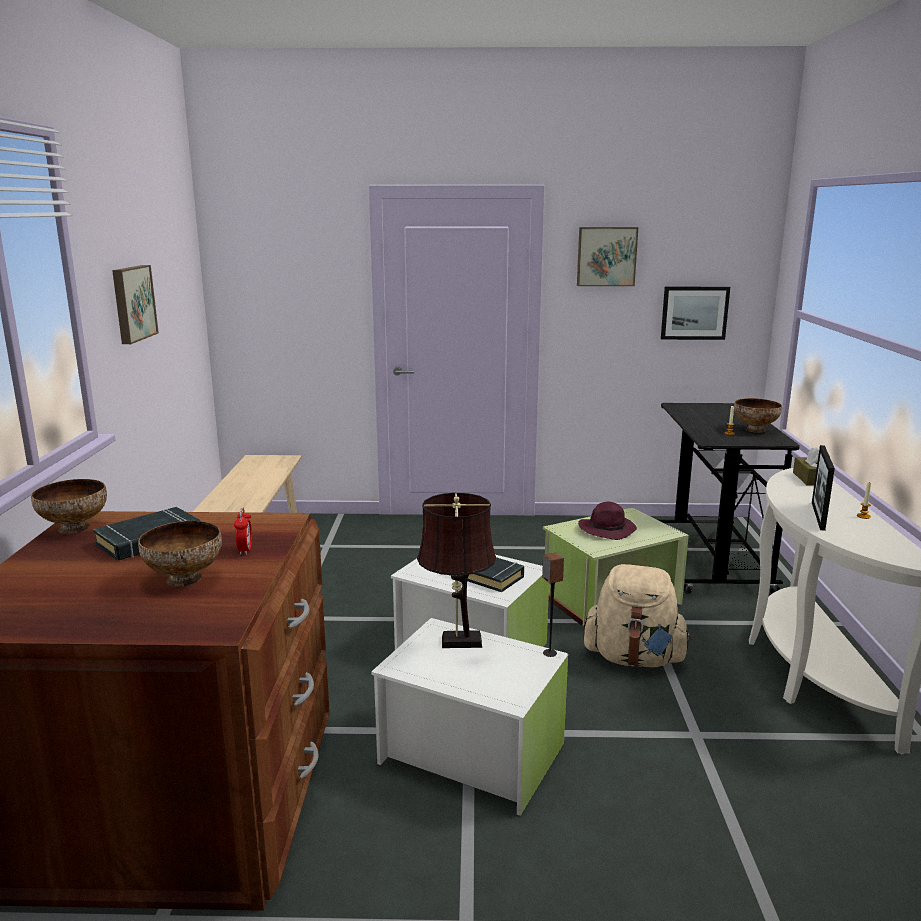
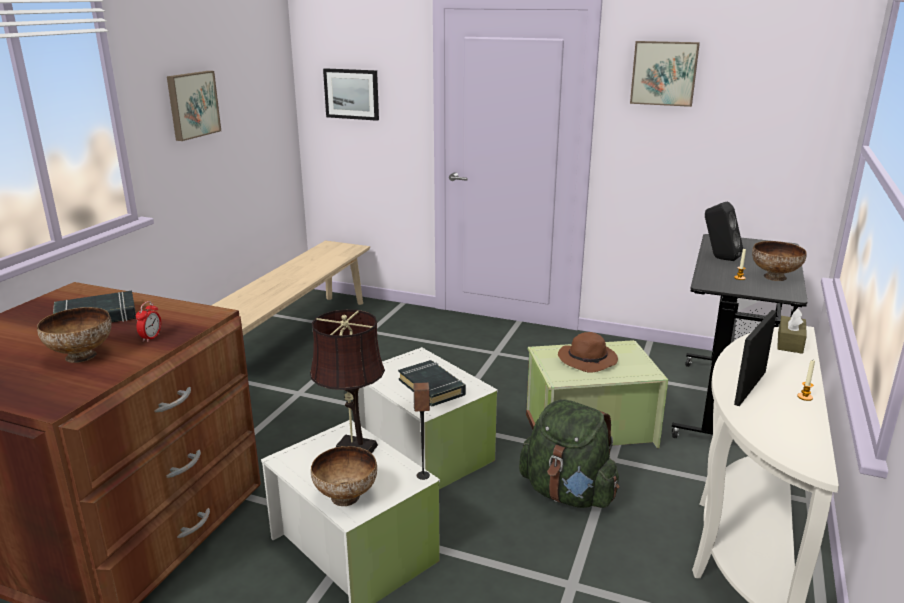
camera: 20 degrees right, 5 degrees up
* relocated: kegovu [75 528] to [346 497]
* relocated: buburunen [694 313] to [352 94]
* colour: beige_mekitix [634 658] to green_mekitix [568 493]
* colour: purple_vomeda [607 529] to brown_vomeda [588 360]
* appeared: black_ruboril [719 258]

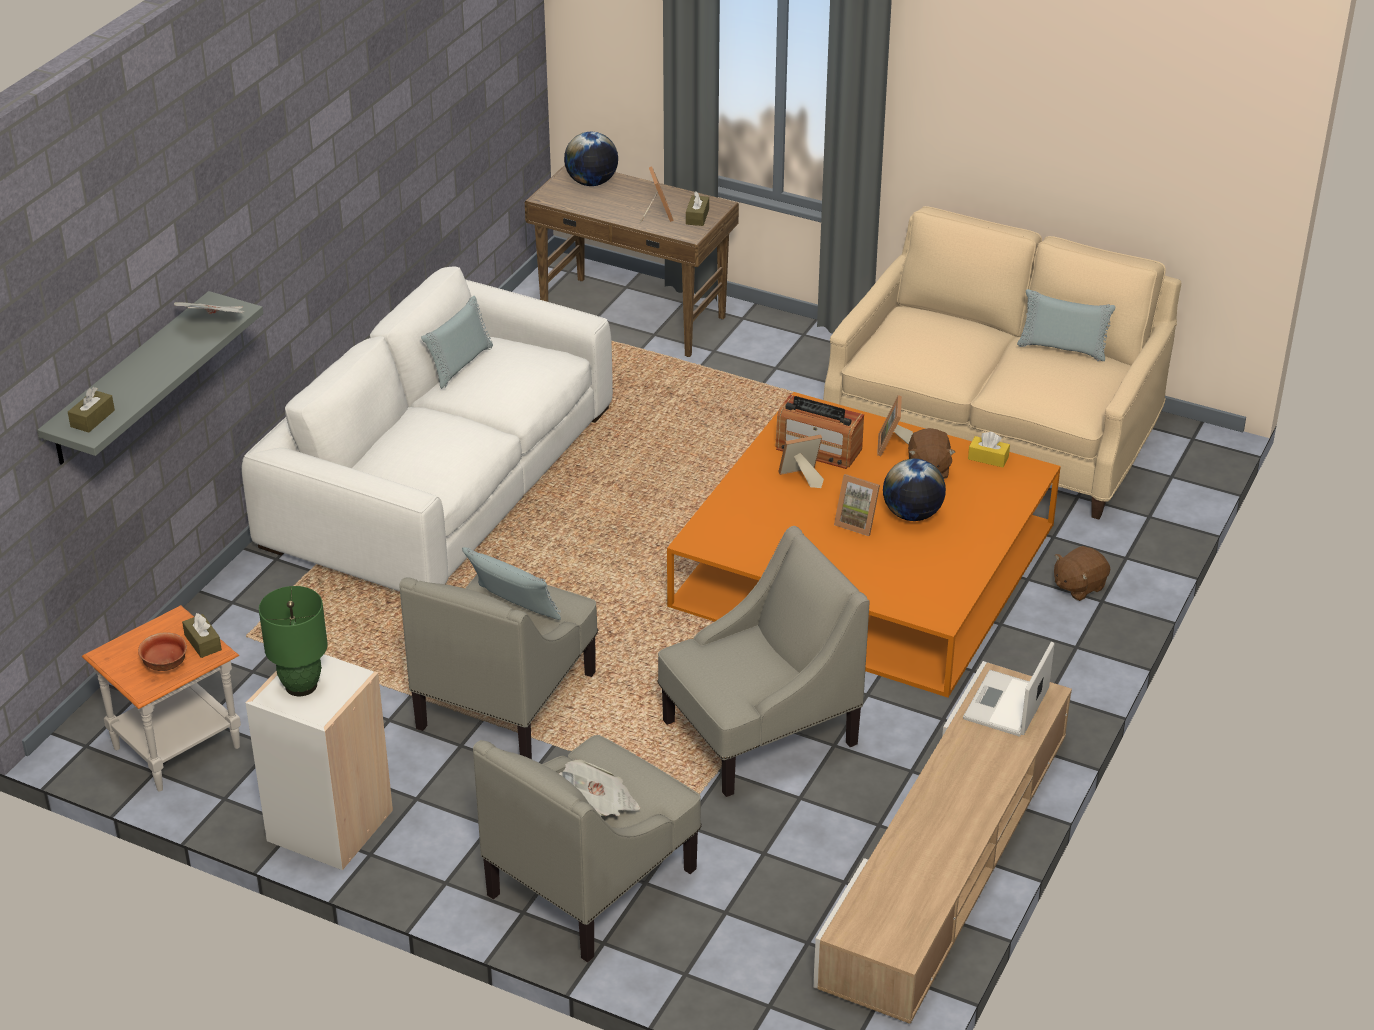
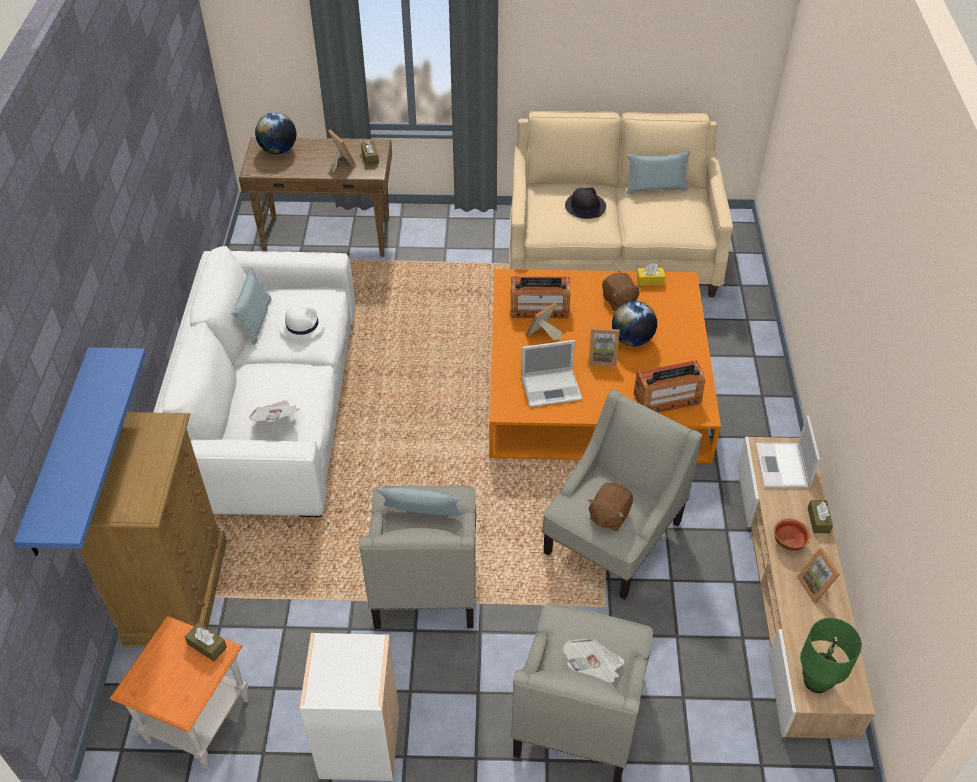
camera: 25 degrees left, 10 degrees up
* colour: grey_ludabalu [130 379] to blue_ludabalu [60 452]
* appeared: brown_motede [177 591]
* relocated: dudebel [215 323] to [276 420]
* appeared: white_vomeda [302 324]
* appeared: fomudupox [552 387]
* appeared: black_vomeda [585 206]
* relocated: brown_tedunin [1078 586] to [608 515]
* appeared: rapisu [667 398]
* relocated: kegovu [166 664] to [789 542]
* relocated: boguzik [893 446] to [816 586]
* relocated: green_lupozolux [301 685] to [816 681]
* relocated: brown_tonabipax [92 418] to [818 520]

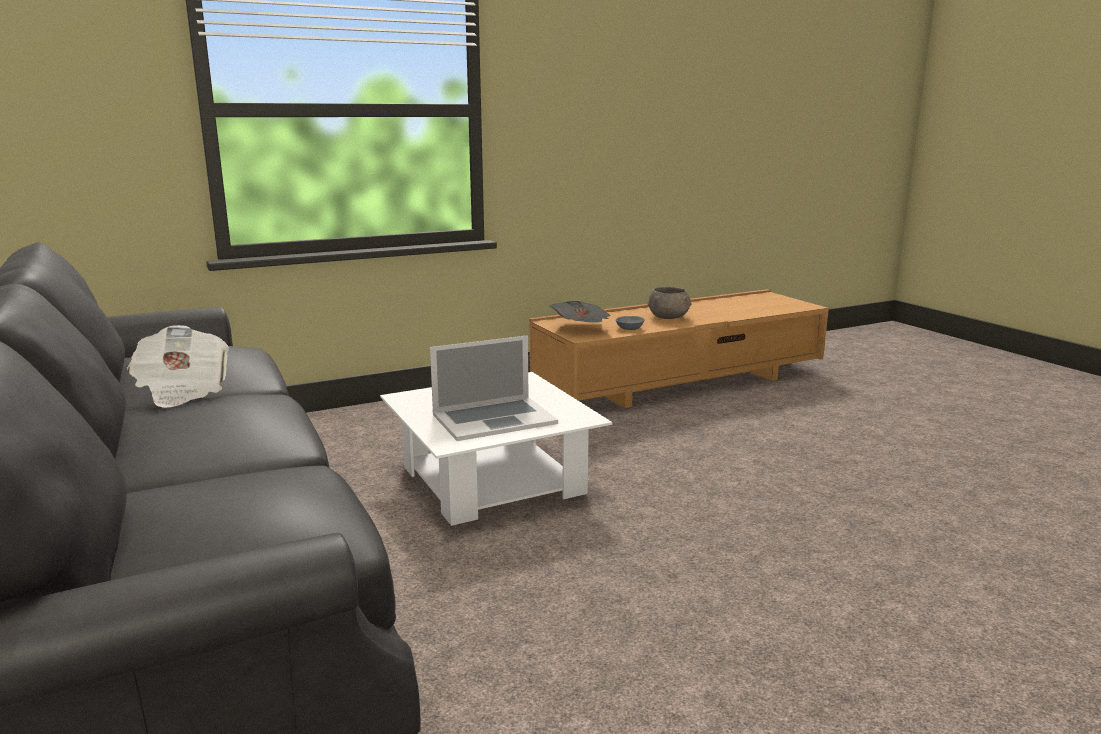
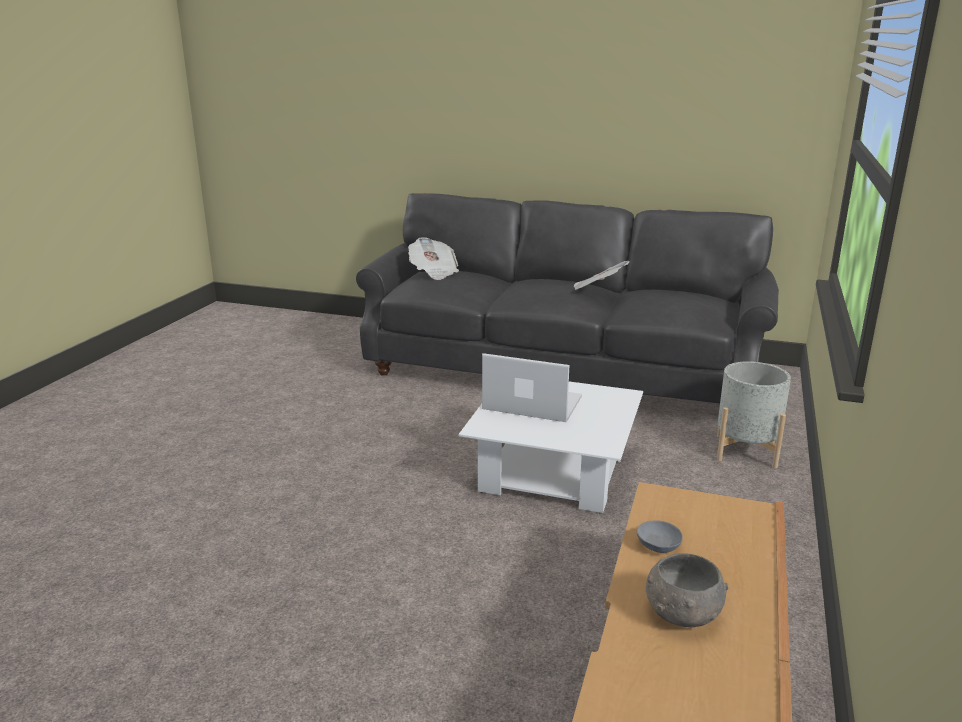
camera: 135 degrees right, 5 degrees up
* relocated: dudebel [581 329] to [433 272]
* spun: fomudupox [494 419] = [532 403] 90 degrees clockwise
* appeared: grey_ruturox [746 451]

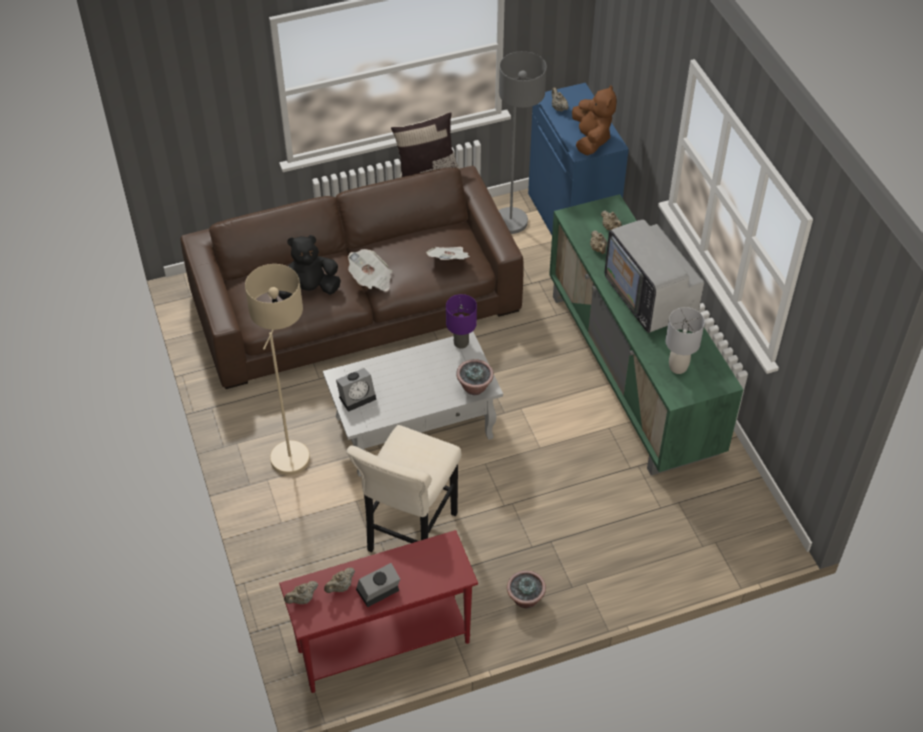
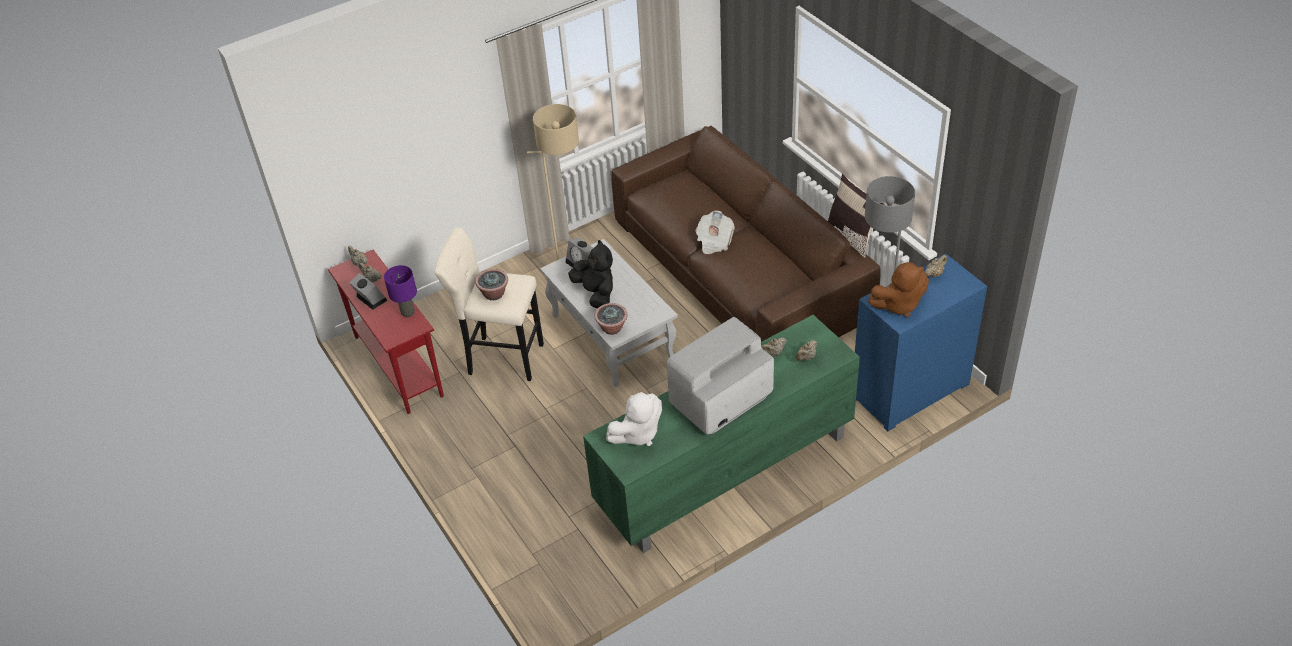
camera: 80 degrees right, 5 degrees down
* relocated: purple_lupozolux [460 343] to [408 312]
* relocated: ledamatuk [525 599] to [494 294]
* relocated: black_tedunin [310 290] to [596 293]
* exchanged: grey_lupozolux [678 368] to white_tedunin [637 434]
* missing: dudebel [449 261]

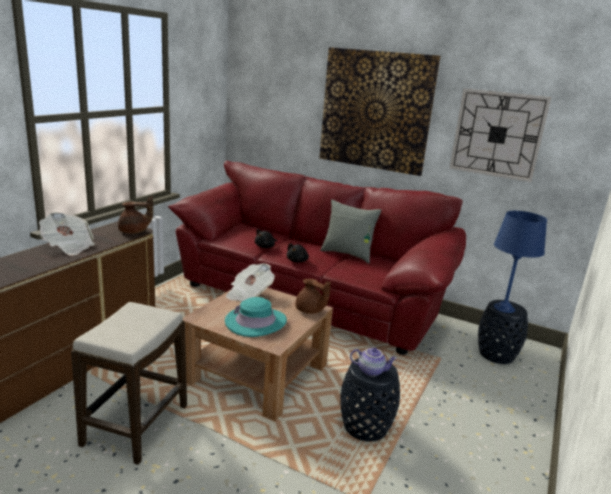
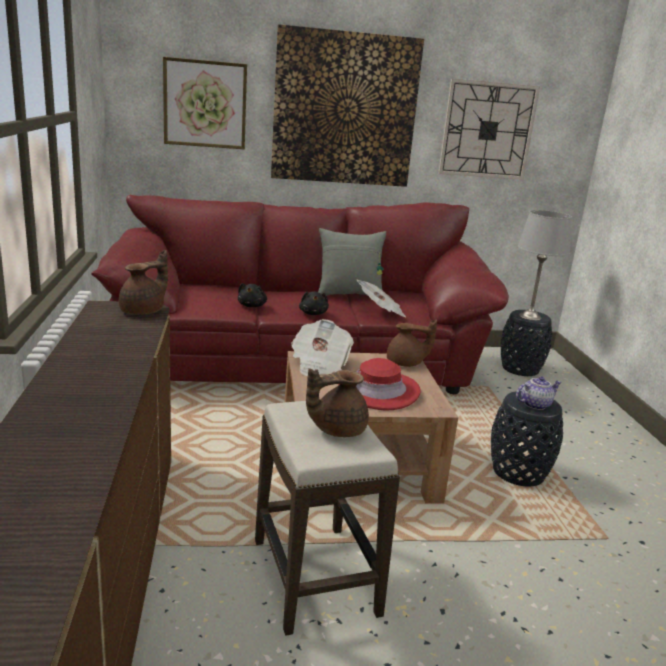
camera: 35 degrees left, 0 degrees up
* appeared: buburunen [205 104]
* appeared: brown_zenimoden [336 429]
* colour: turquoise_vomeda [255 322] to red_vomeda [378 391]
* relocated: dudebel [68 246] to [380 312]
* colour: blue_lupozolux [504 308] to grey_lupozolux [529 316]

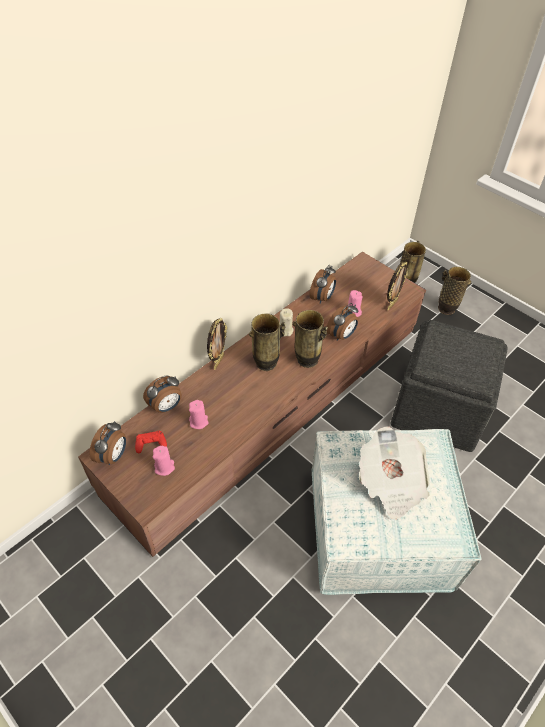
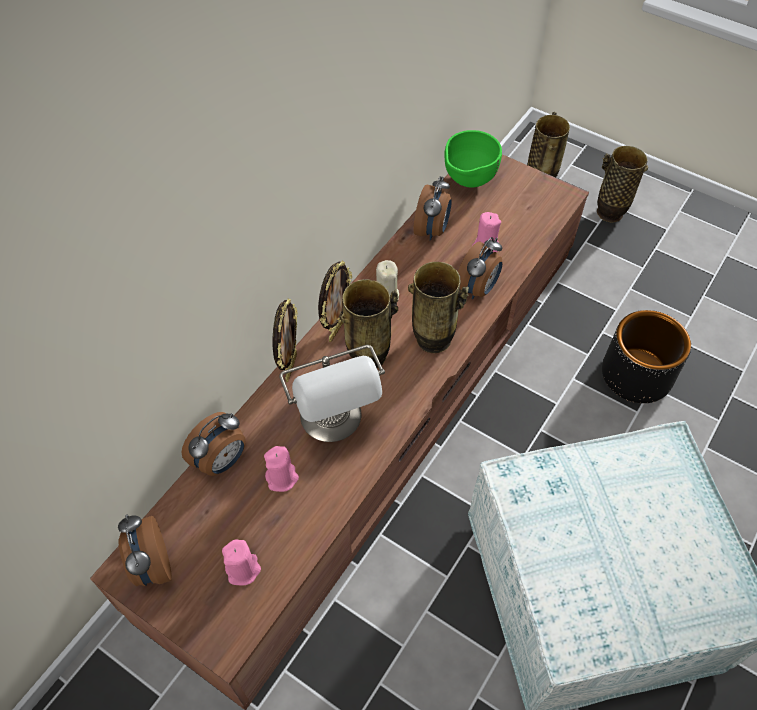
camera: 10 degrees left, 5 degrees up
* spun: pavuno [113 456] = [151 566] 150 degrees clockwise
* appeared: white_lupozolux [337 425]
* relocated: boguzik [391 304] to [336 328]
* appeared: green_kegovu [468 182]
* exchanged: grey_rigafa [439 408] to black_ruturox [636 375]
* missing: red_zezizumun [151 443]
* missing: dudebel [391 483]

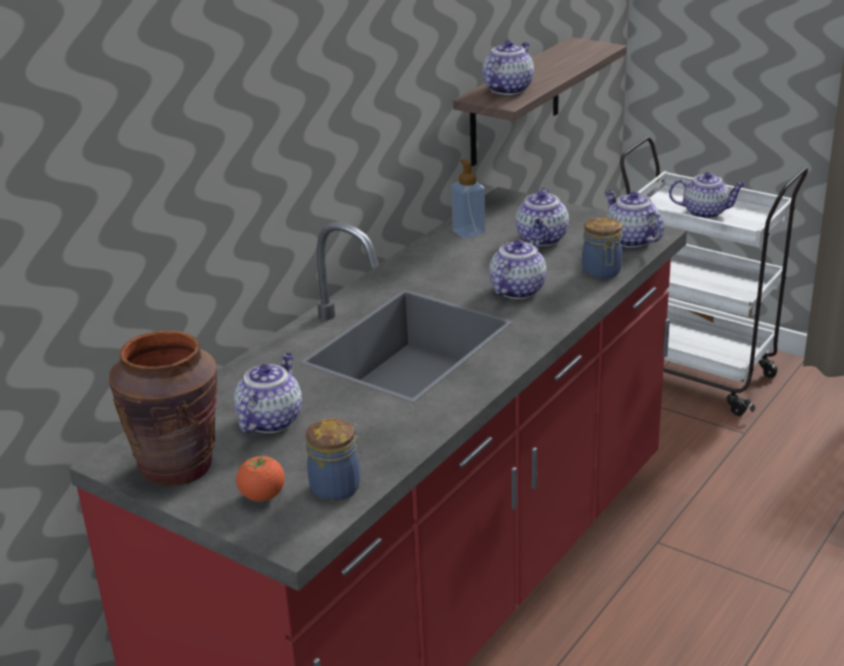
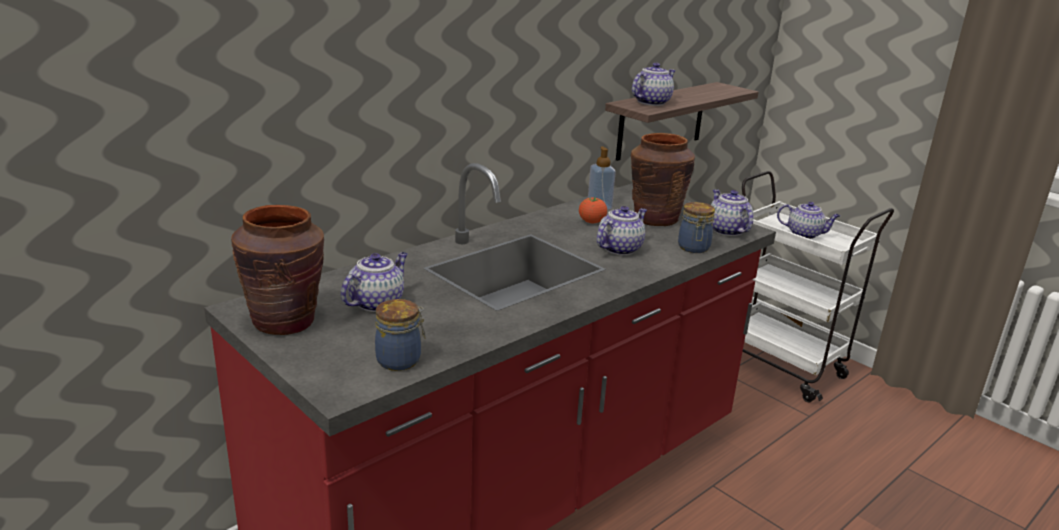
camera: 10 degrees right, 5 degrees down
* relocated: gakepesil [262 496] to [592 222]
* exchanged: zenimoden [542 239] to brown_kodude [655 219]

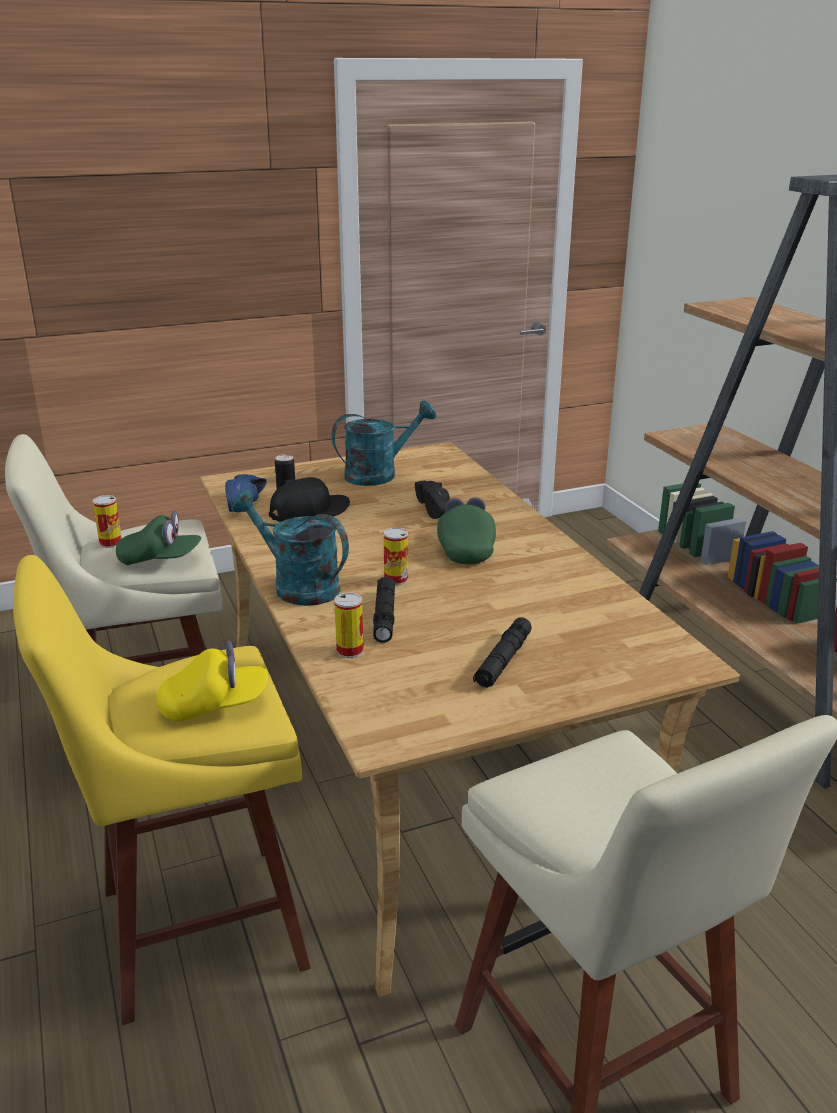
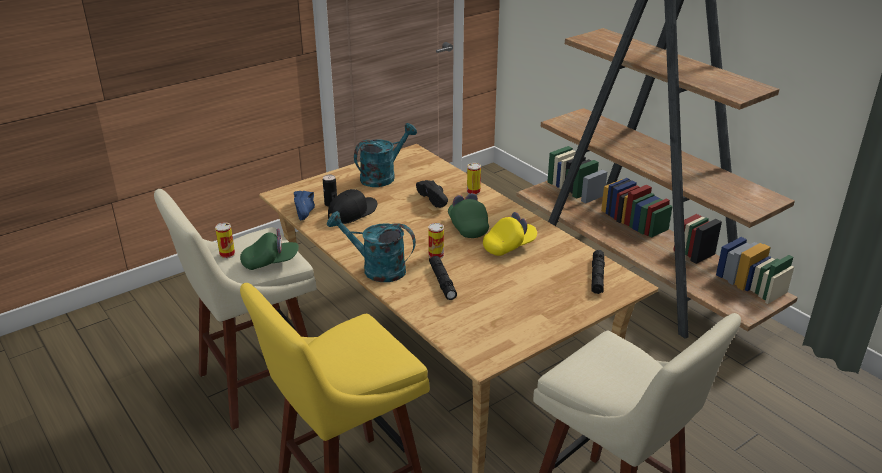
camera: 15 degrees left, 5 degrees up
* relocated: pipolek [350 650] to [473 192]
* relocated: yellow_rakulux [214 705] to [509 246]
* relocated: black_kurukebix [503 661] to [597 276]

